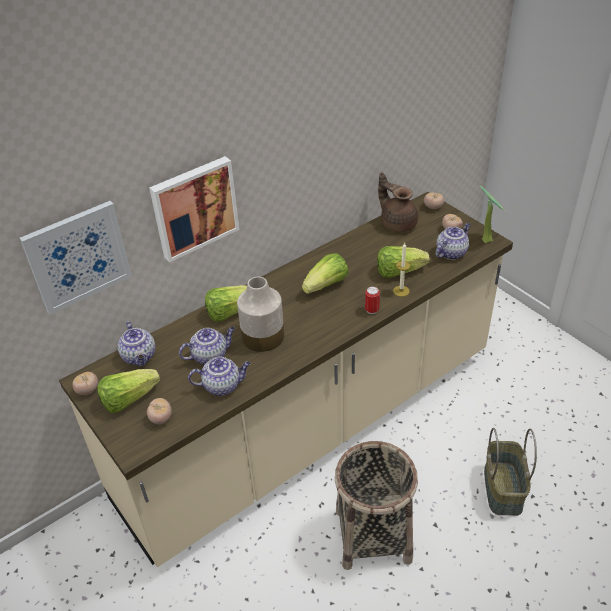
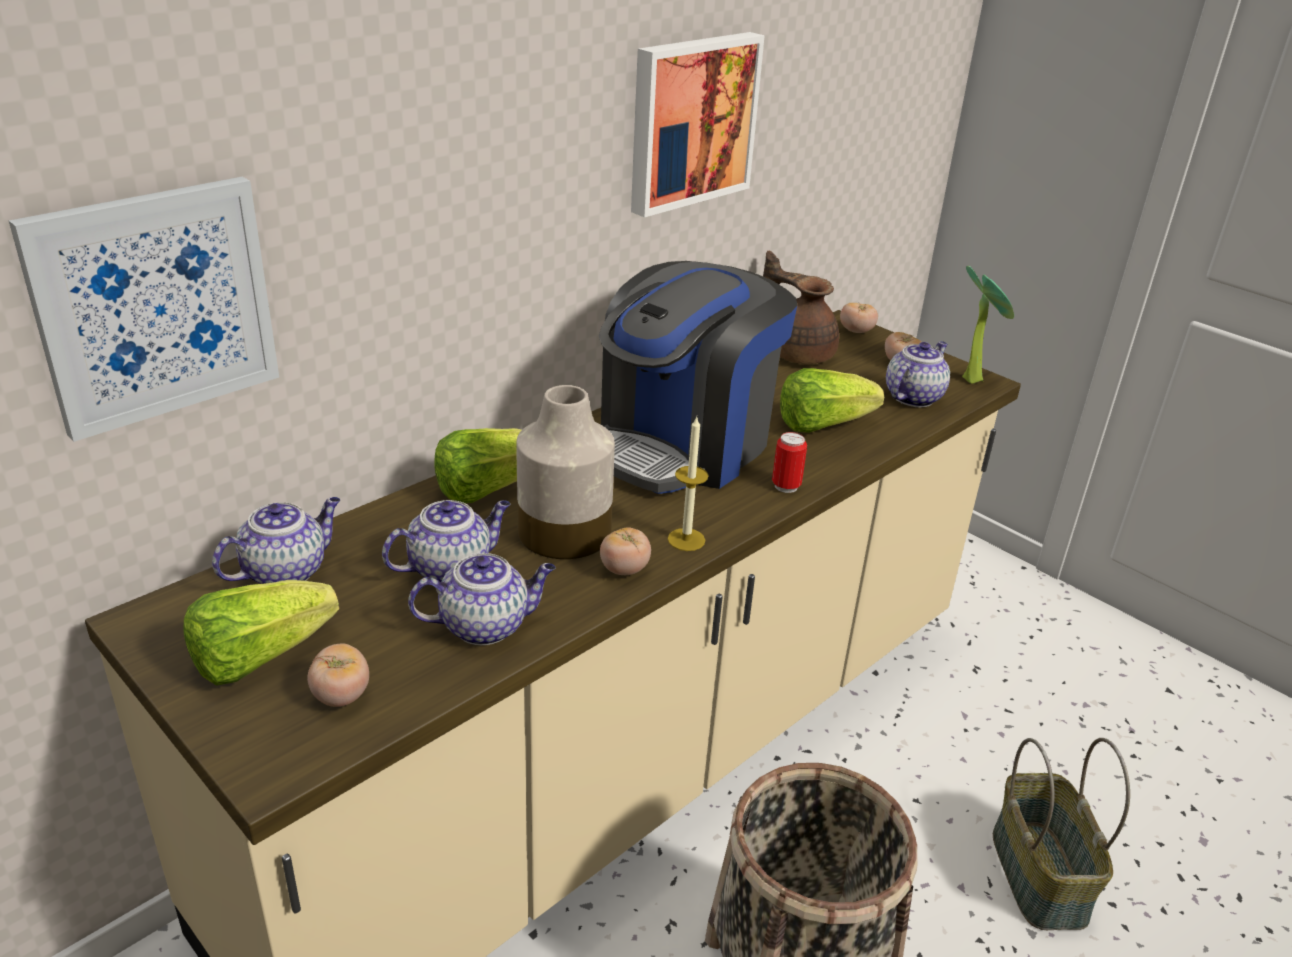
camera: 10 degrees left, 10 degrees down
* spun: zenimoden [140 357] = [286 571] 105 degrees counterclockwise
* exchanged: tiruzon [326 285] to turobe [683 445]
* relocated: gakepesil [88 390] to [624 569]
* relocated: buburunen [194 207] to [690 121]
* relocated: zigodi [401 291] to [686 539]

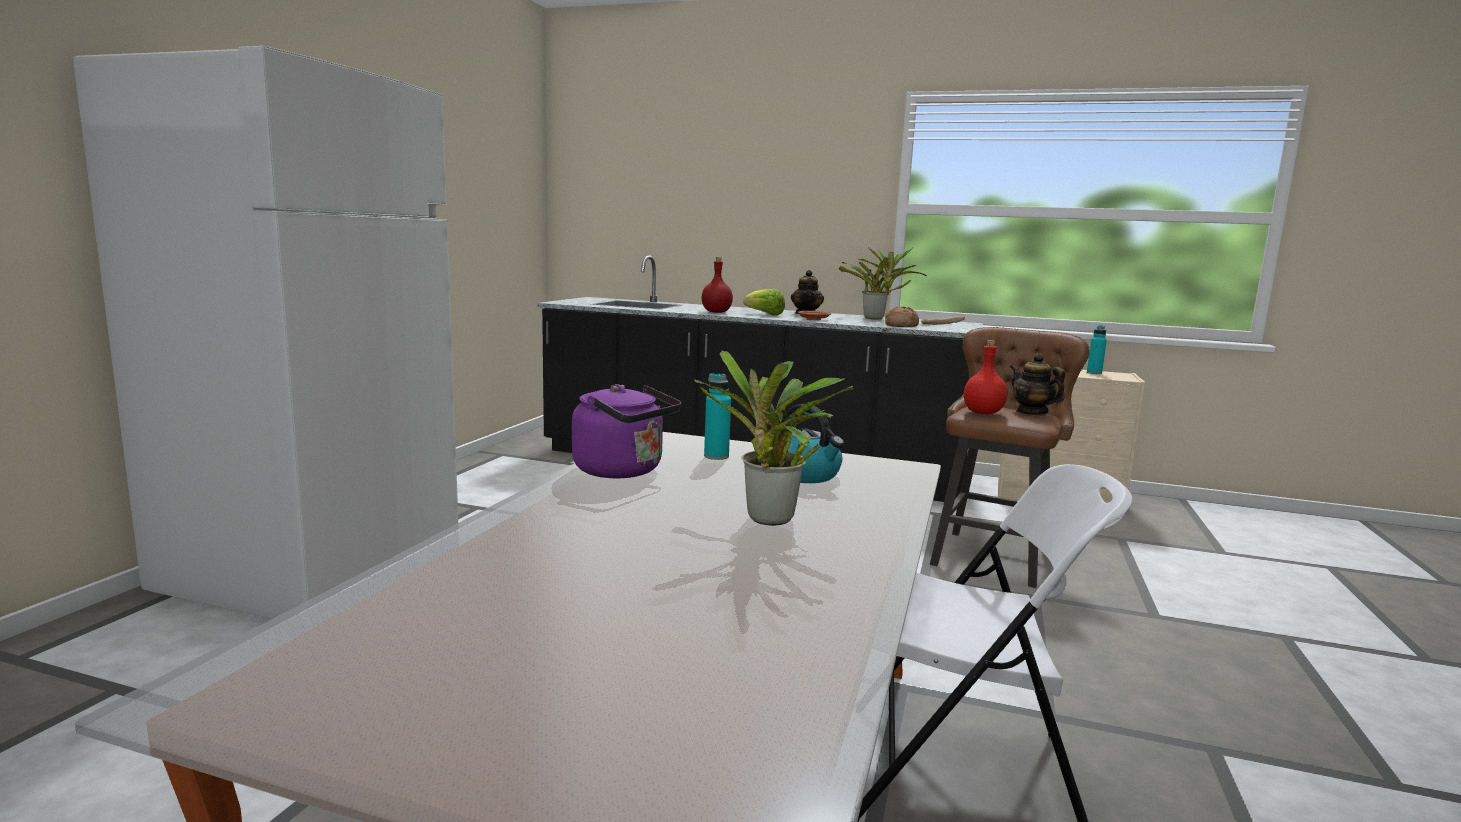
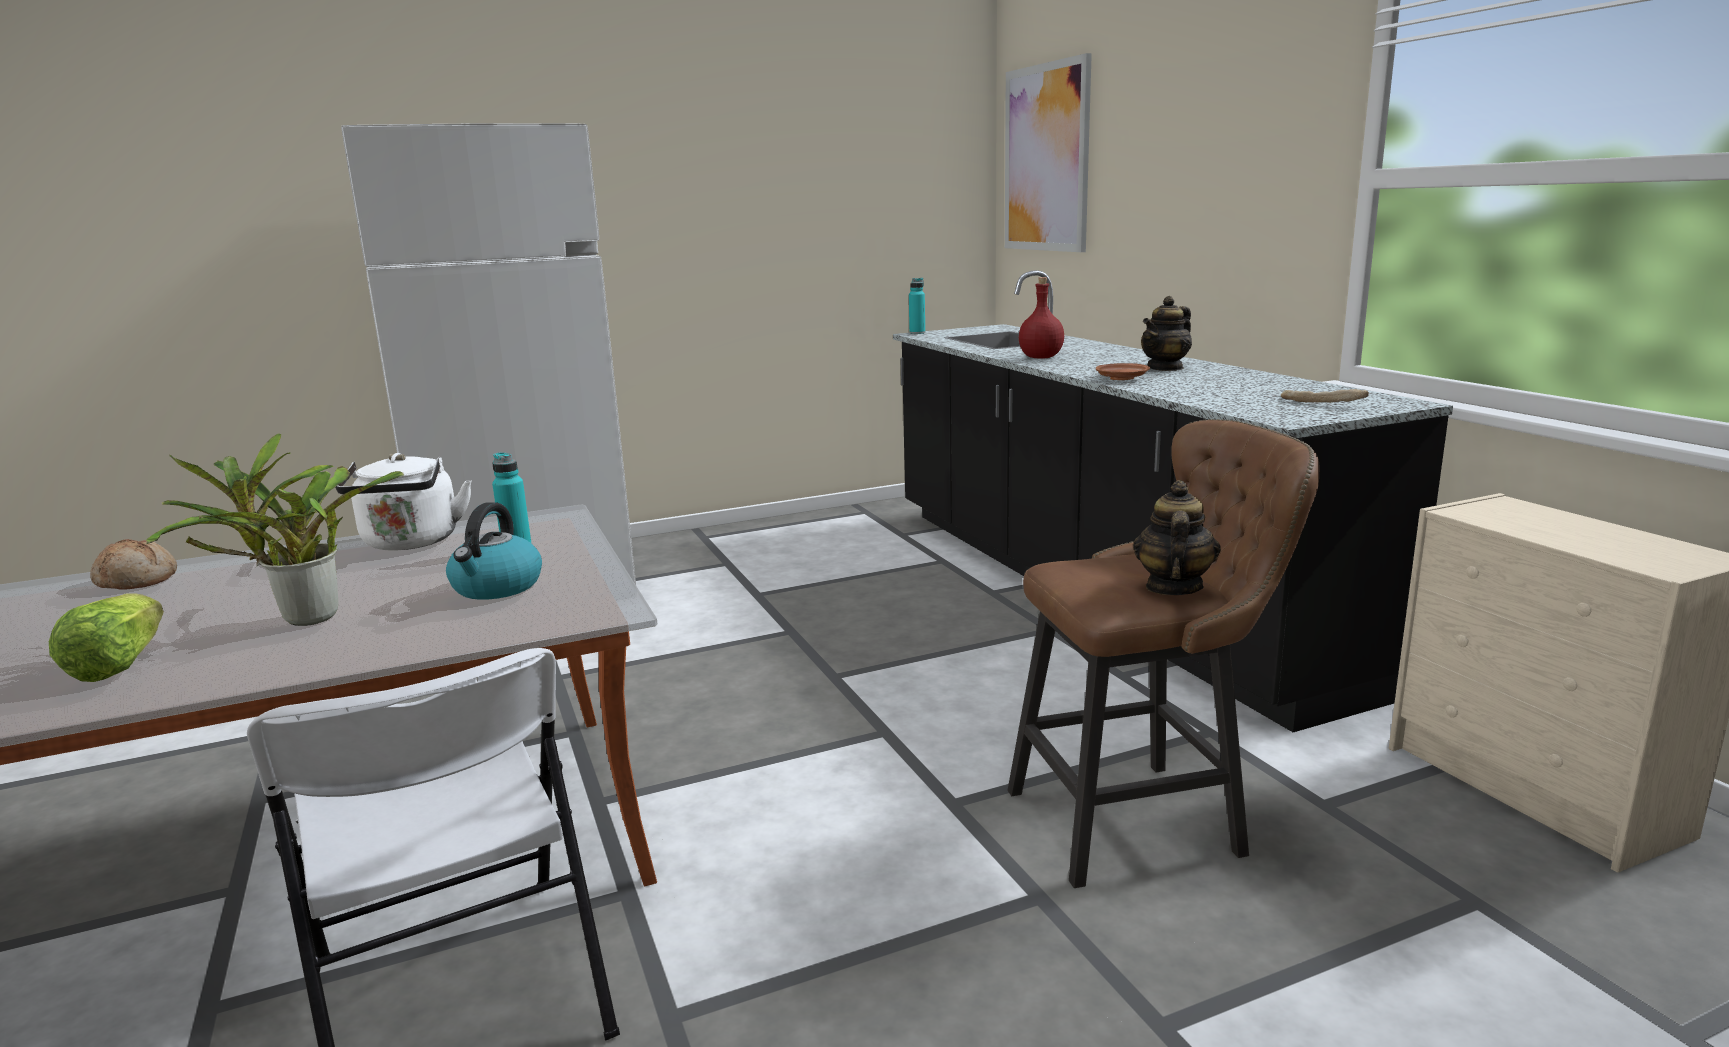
camera: 50 degrees right, 5 degrees up
* relocated: tiruzon [764 314] to [119 665]
* relocated: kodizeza [901 325] to [137 580]
* colour: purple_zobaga [623 471] to white_zobaga [410 543]
* relocated: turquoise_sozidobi [1094 373] to [917 333]
* appeared: buburunen [1046 158]
* missing: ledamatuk [876 319]
* missing: red_sozidobi [983 412]

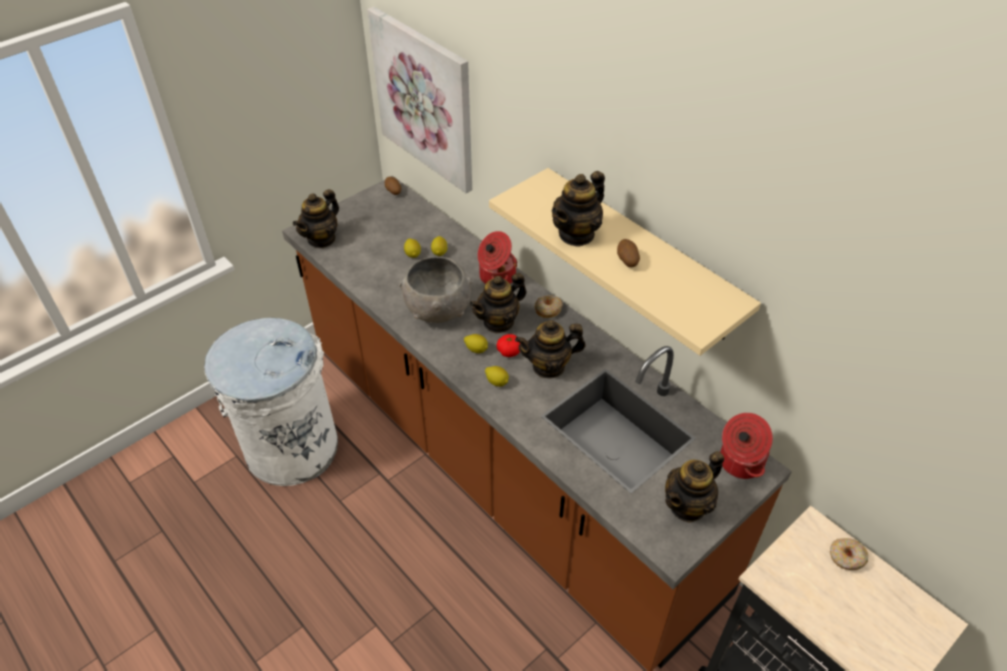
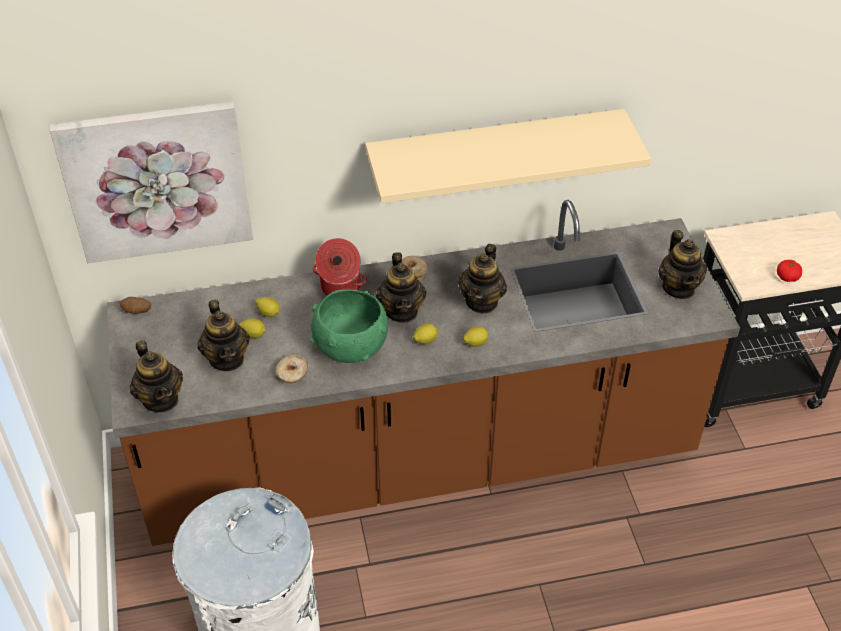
camera: 60 degrees left, 0 degrees up
* relocated: zenimoden [576 234] to [227 358]
* relocated: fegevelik [846 557] to [292 373]
* colour: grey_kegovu [438 310] to green_kegovu [352 347]
* relocated: gakepesil [509 351] to [787 277]
* missing: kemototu [627 261]
* missing: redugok [739 462]

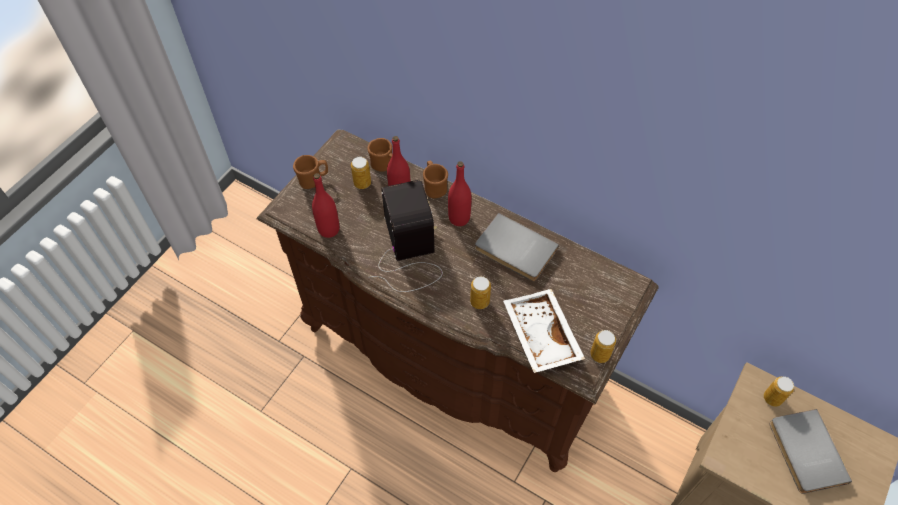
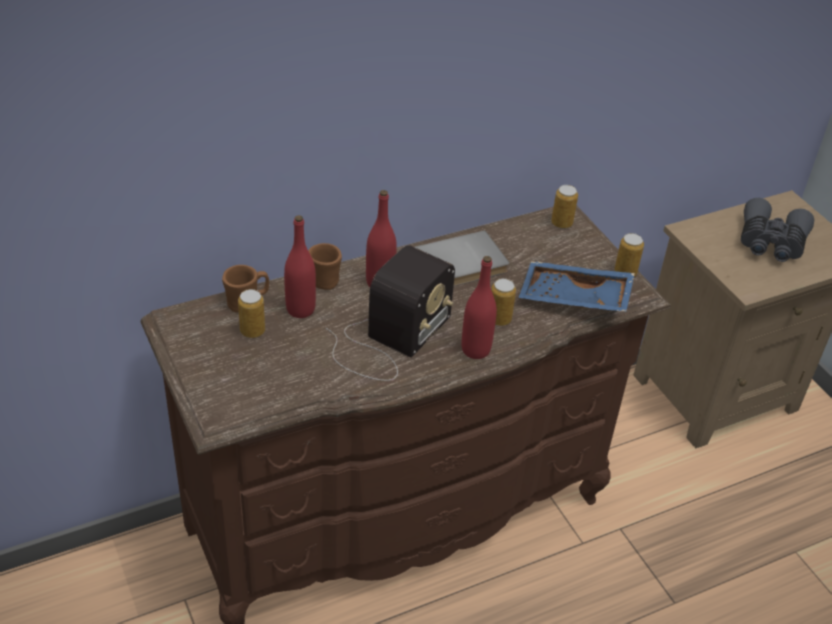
camera: 60 degrees left, 15 degrees down
* spun: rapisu [409 252] = [388 340] 105 degrees clockwise
* relocated: red_sozidobi [329 229] to [475 350]
* colour: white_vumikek [539 336] to blue_vumikek [574 299]
* relocated: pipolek [772 398] to [561 223]
* exchanged: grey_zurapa [804 452] to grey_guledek [771 243]
* missing: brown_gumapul [313 180]

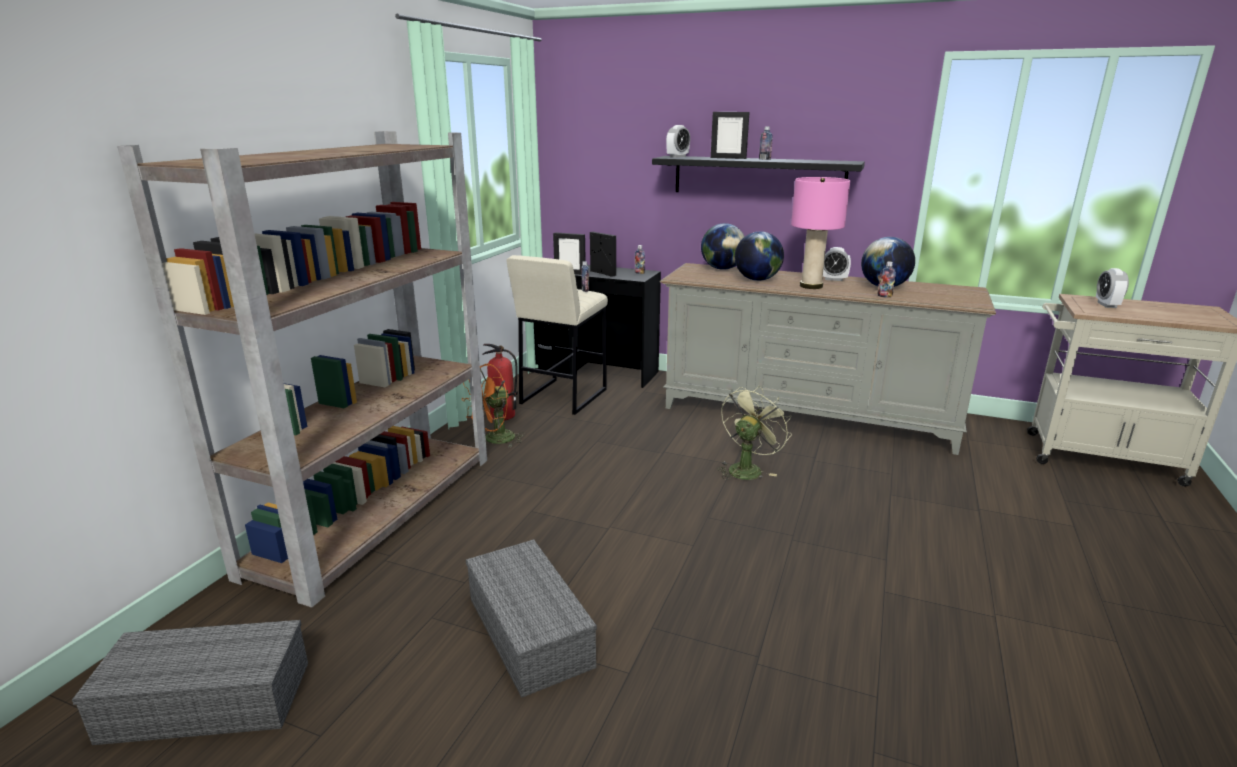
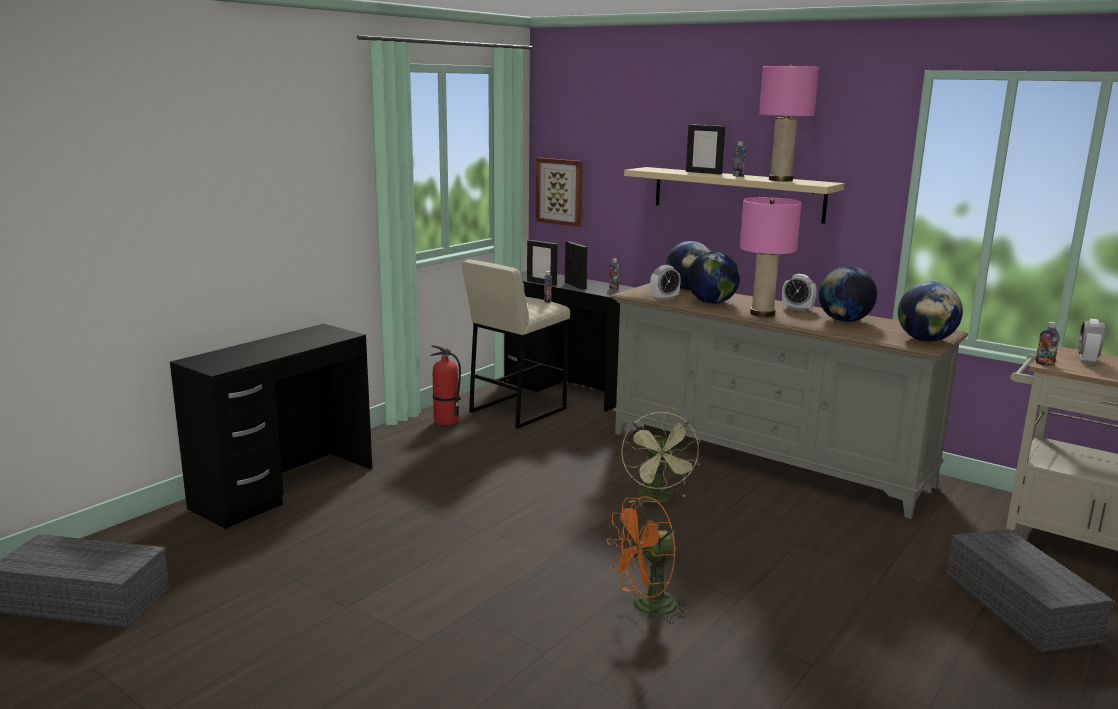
camera: 15 degrees right, 5 degrees down
* exchanged: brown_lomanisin [377 512] to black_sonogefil [284 487]
* appeared: buburunen [560 191]
* relocated: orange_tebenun [494 440] to [647 607]
* spun: green_tebenun [747 468] = [659 499] 120 degrees clockwise
* colour: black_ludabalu [758 177] to beige_ludabalu [737 194]
* relocated: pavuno [677 157] to [664 299]
* appeared: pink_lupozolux [780 180]
* appeared: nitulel [925 340]
* relocated: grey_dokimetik [531 632] to [1022 607]
* relocated: sozidobi [884 296] to [1044 364]

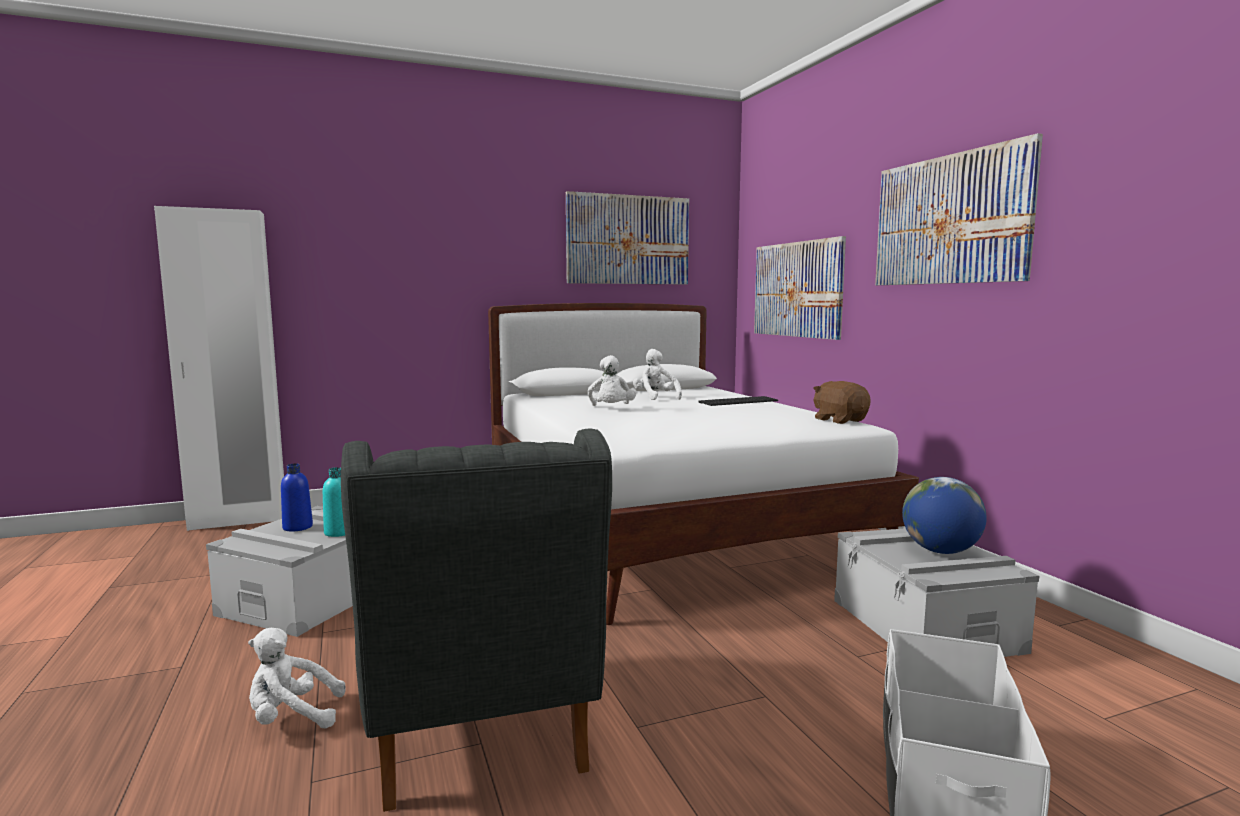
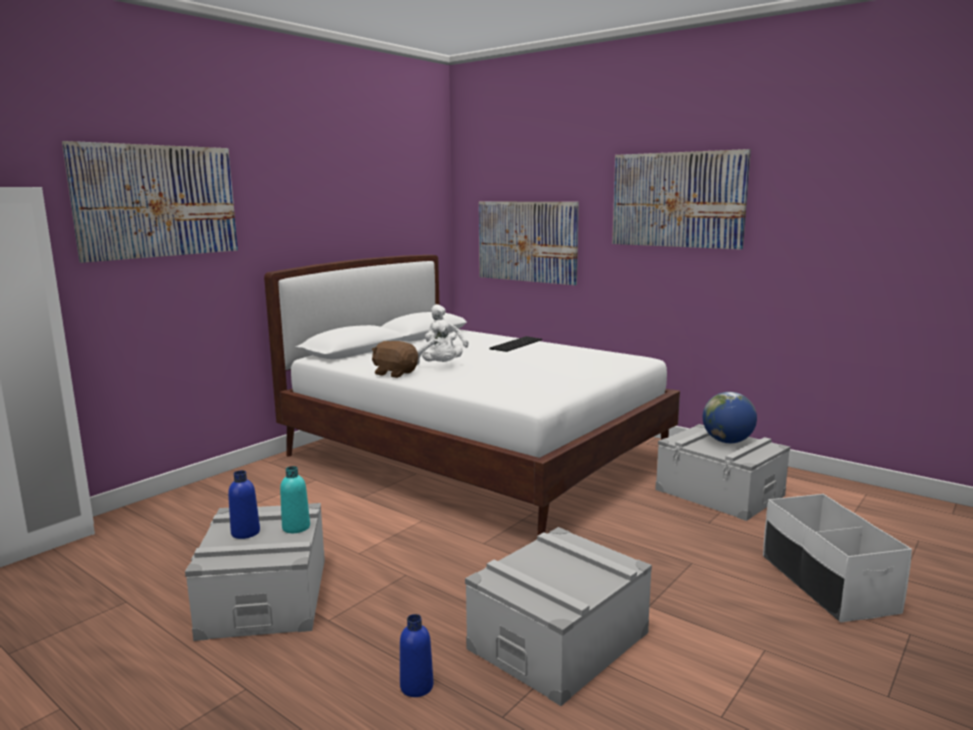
camera: 30 degrees left, 5 degrees up
* relocated: buburunen [628 240] to [157 201]
* relocated: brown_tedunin [839 420] to [395 373]
* exchanged: white_tedunin [292 718] to blue_sozidobi [416 686]
* exchanged: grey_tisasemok [481 727] to grey_dokimetik [558 641]

